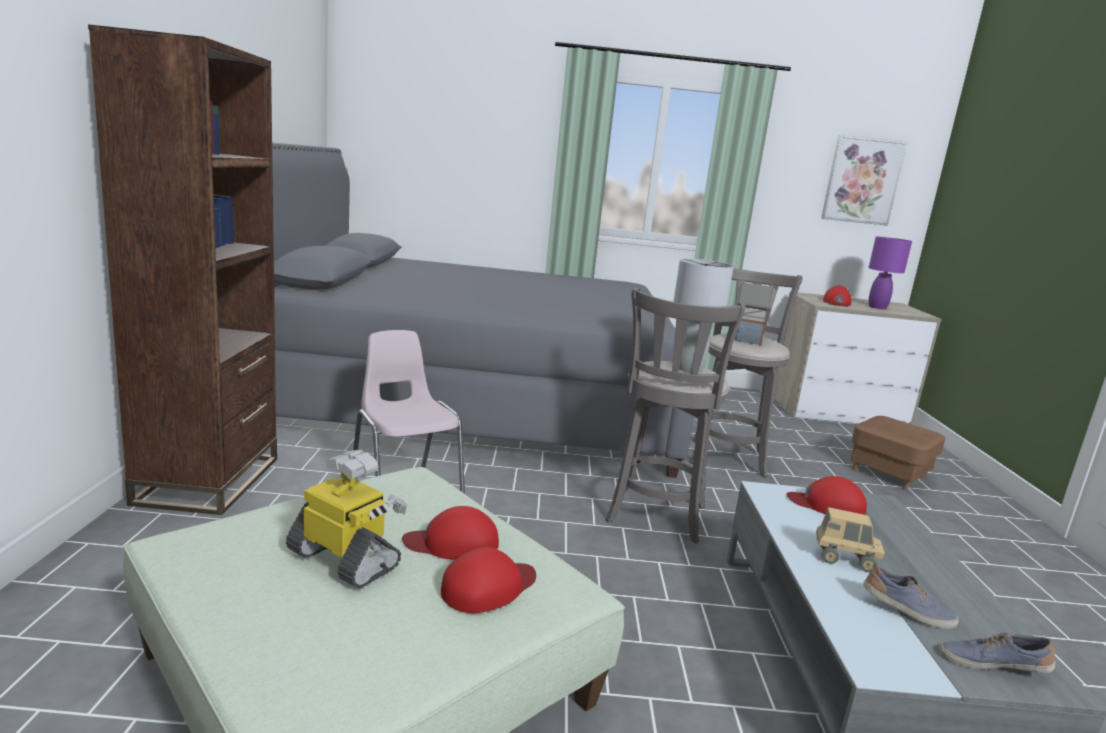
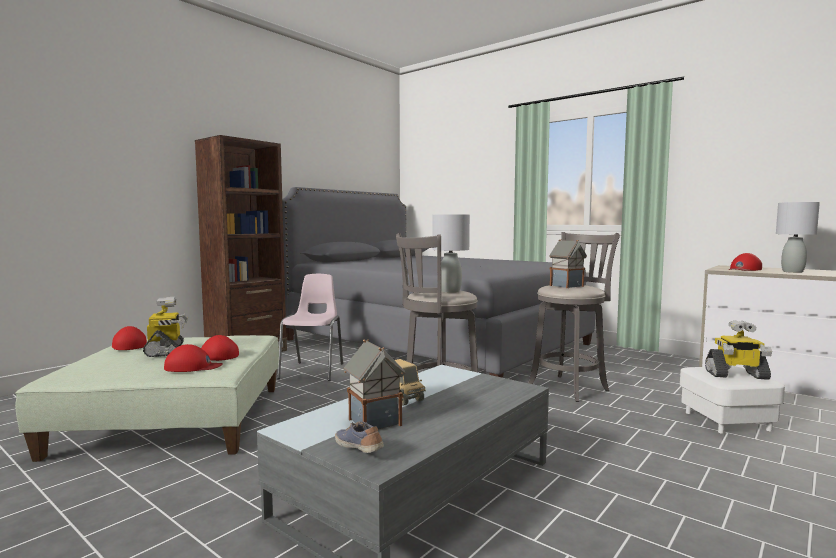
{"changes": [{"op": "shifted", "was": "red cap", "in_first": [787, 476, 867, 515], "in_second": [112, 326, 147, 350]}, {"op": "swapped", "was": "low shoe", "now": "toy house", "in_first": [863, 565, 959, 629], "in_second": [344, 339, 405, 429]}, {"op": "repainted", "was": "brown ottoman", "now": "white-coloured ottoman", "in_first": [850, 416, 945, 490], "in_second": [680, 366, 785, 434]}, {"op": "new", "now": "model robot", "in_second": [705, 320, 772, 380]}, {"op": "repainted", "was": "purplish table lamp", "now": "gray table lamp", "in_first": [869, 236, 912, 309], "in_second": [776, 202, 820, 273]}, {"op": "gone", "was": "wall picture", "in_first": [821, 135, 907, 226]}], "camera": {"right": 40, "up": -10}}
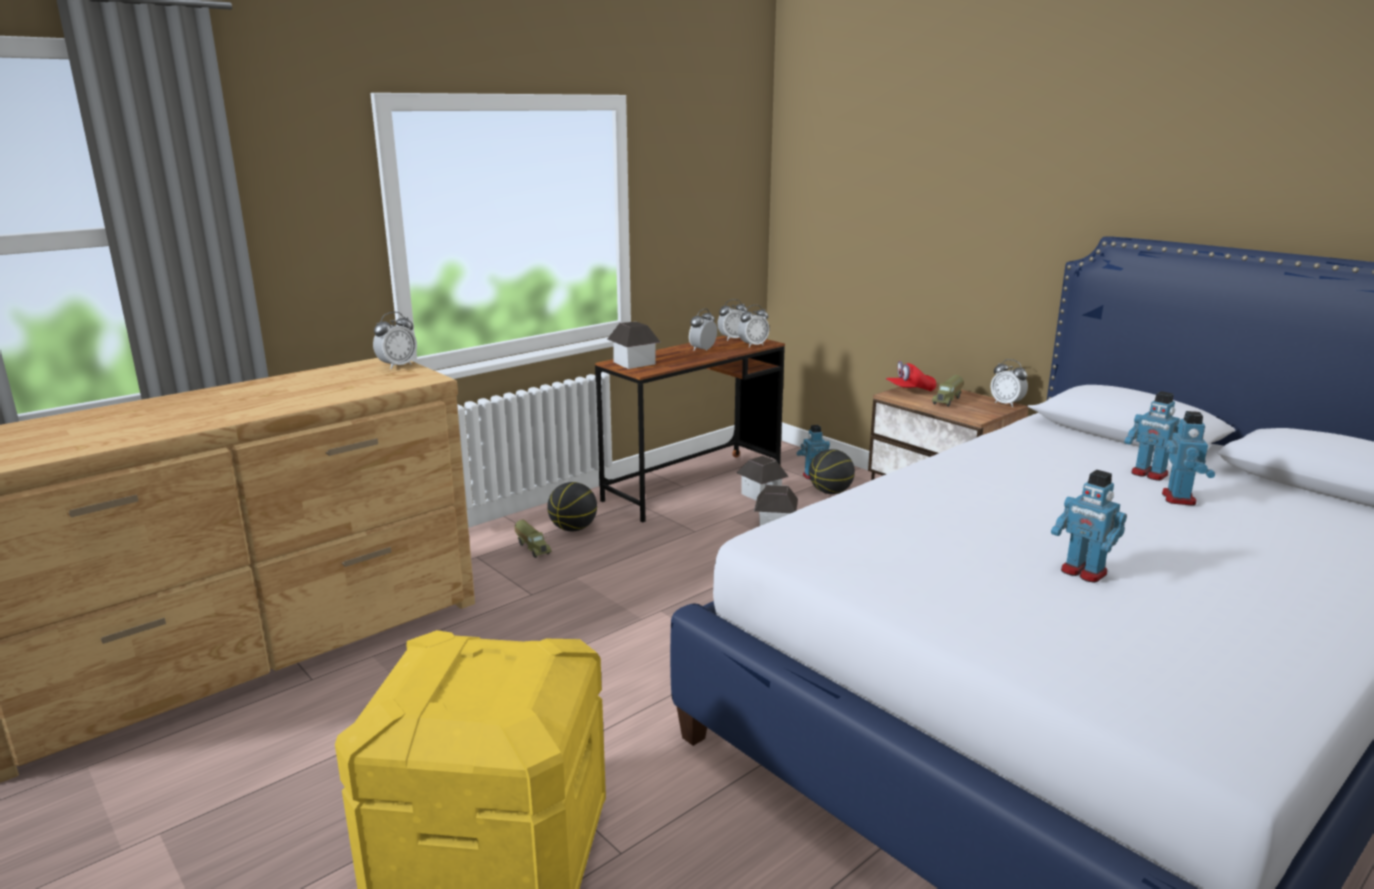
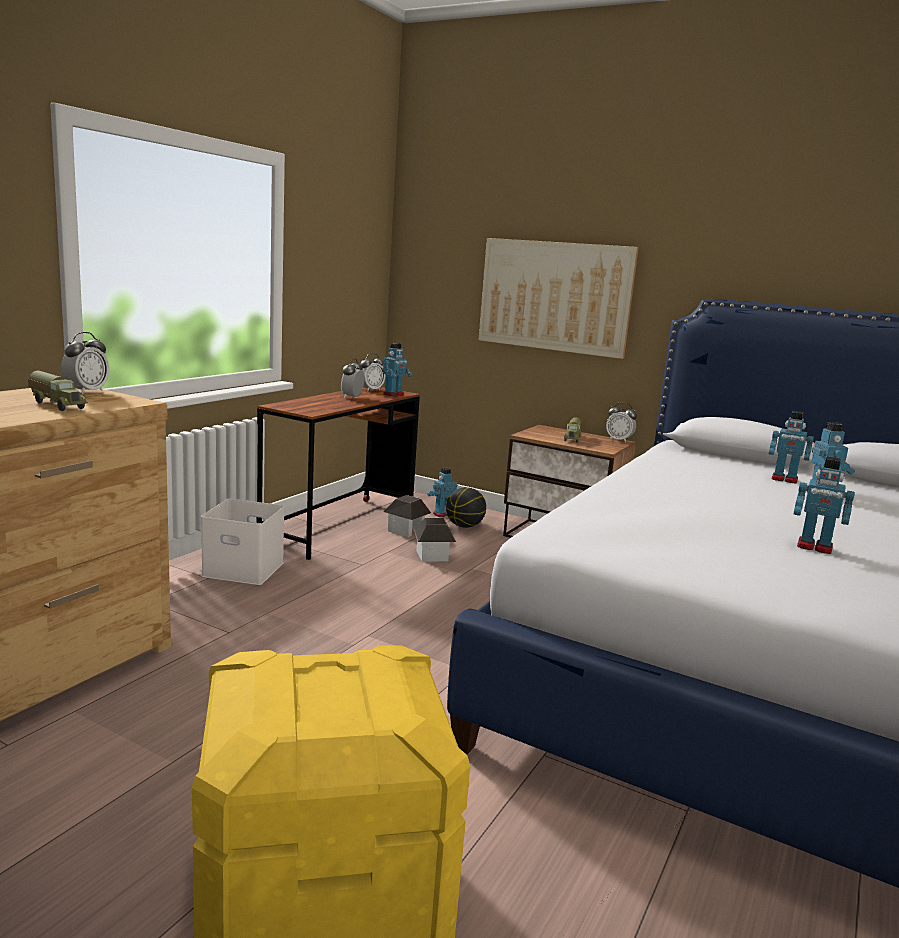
{"changes": [{"op": "shifted", "was": "model truck", "in_first": [515, 520, 552, 558], "in_second": [28, 371, 88, 411]}, {"op": "swapped", "was": "basketball ball", "now": "white-coloured storage bin", "in_first": [547, 482, 597, 531], "in_second": [201, 499, 285, 585]}, {"op": "swapped", "was": "alarm clock", "now": "model robot", "in_first": [738, 305, 769, 348], "in_second": [383, 343, 413, 397]}, {"op": "new", "now": "wall picture", "in_second": [479, 238, 639, 359]}, {"op": "gone", "was": "toy house", "in_first": [608, 322, 661, 369]}, {"op": "gone", "was": "red cap", "in_first": [886, 361, 936, 391]}], "camera": {"right": -20, "up": -5}}
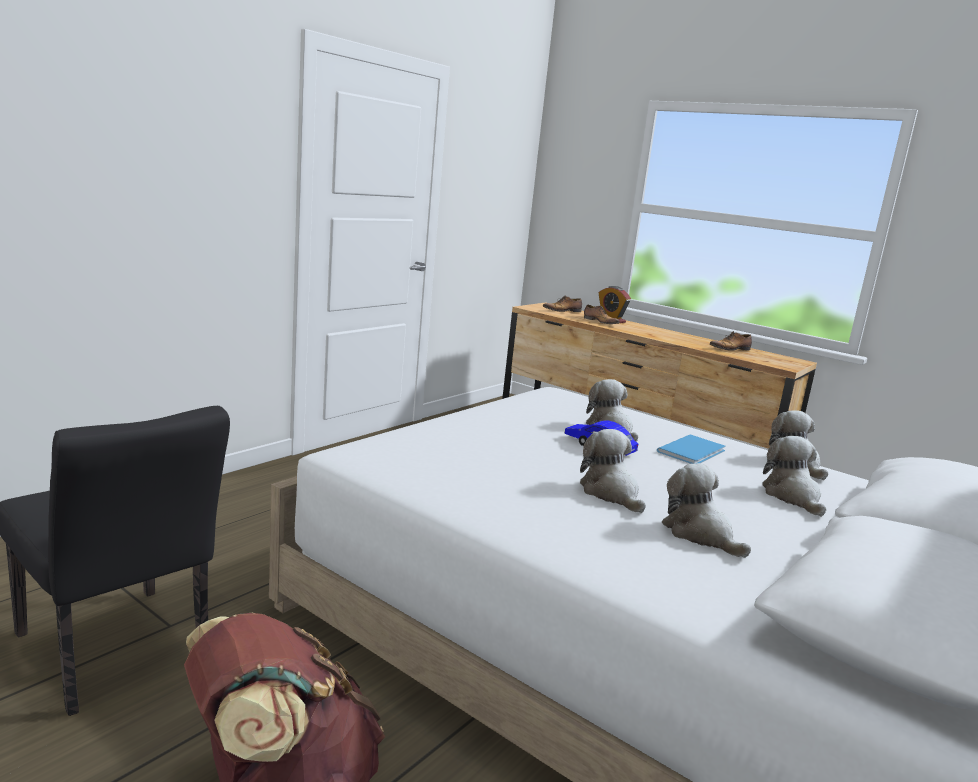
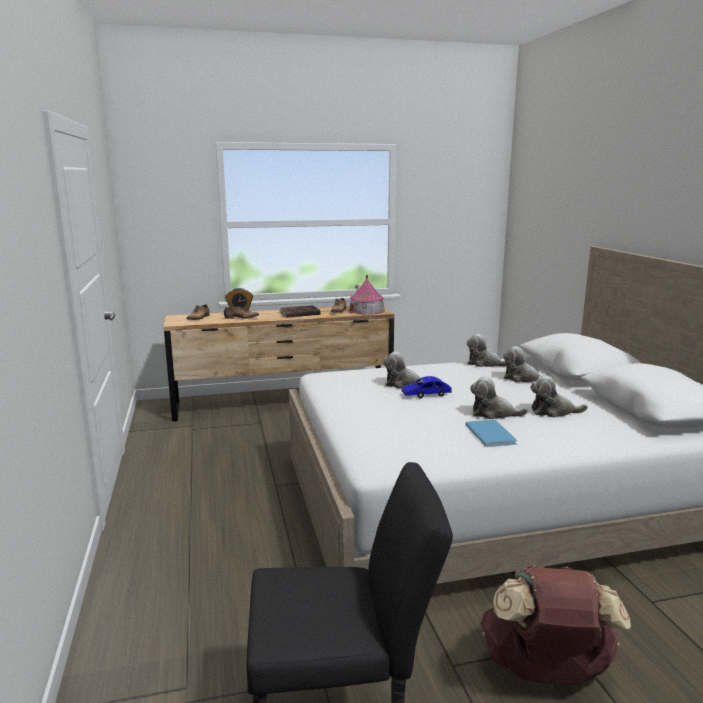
{"changes": [{"op": "new", "now": "brown volume", "in_second": [279, 305, 320, 318]}, {"op": "new", "now": "toy house", "in_second": [348, 275, 385, 315]}, {"op": "shifted", "was": "blue-coloured volume", "in_first": [657, 435, 726, 464], "in_second": [465, 420, 518, 447]}], "camera": {"right": -50, "up": 0}}
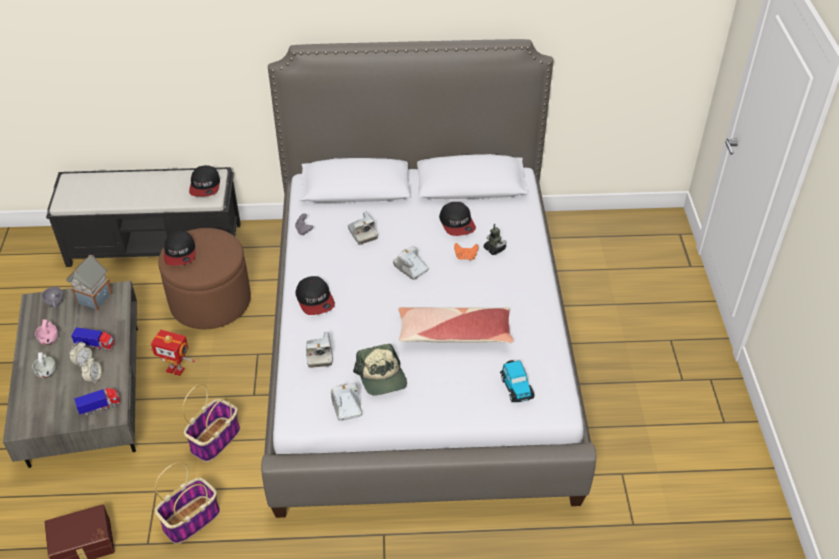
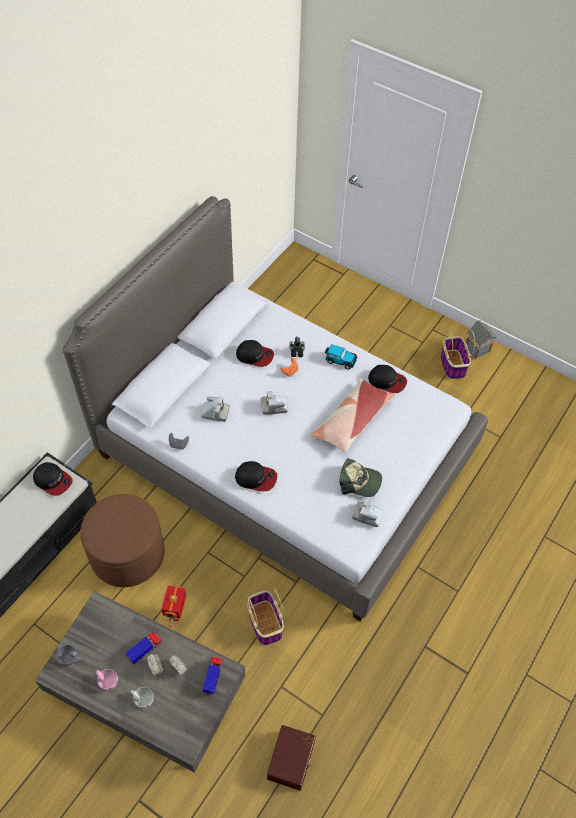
{"changes": [{"op": "rotated", "was": "model robot", "in_first": [151, 330, 195, 376], "in_second": [161, 586, 186, 628], "clockwise": 135}, {"op": "shifted", "was": "toy car", "in_first": [500, 360, 534, 402], "in_second": [325, 344, 357, 369]}, {"op": "shifted", "was": "cap", "in_first": [164, 231, 196, 266], "in_second": [368, 365, 407, 393]}, {"op": "shifted", "was": "basket", "in_first": [155, 462, 220, 544], "in_second": [440, 329, 475, 379]}, {"op": "shifted", "was": "toy house", "in_first": [66, 255, 113, 310], "in_second": [466, 320, 497, 359]}, {"op": "gone", "was": "photo camera", "in_first": [306, 332, 332, 368]}], "camera": {"right": -55, "up": 10}}
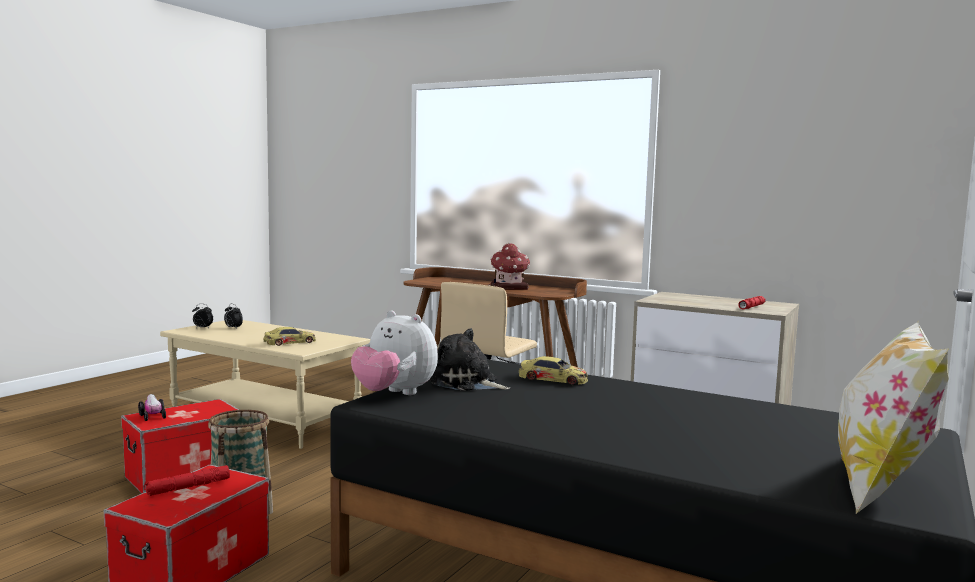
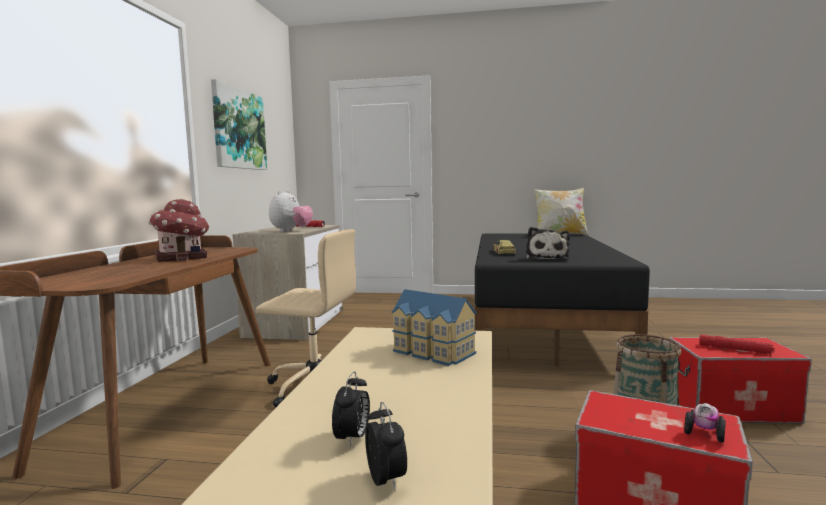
{"changes": [{"op": "new", "now": "wall picture", "in_second": [211, 79, 267, 170]}, {"op": "shifted", "was": "soft toy", "in_first": [351, 311, 438, 395], "in_second": [269, 191, 313, 232]}, {"op": "swapped", "was": "toy car", "now": "toy house", "in_first": [264, 327, 316, 346], "in_second": [392, 289, 476, 366]}], "camera": {"right": -110, "up": 0}}
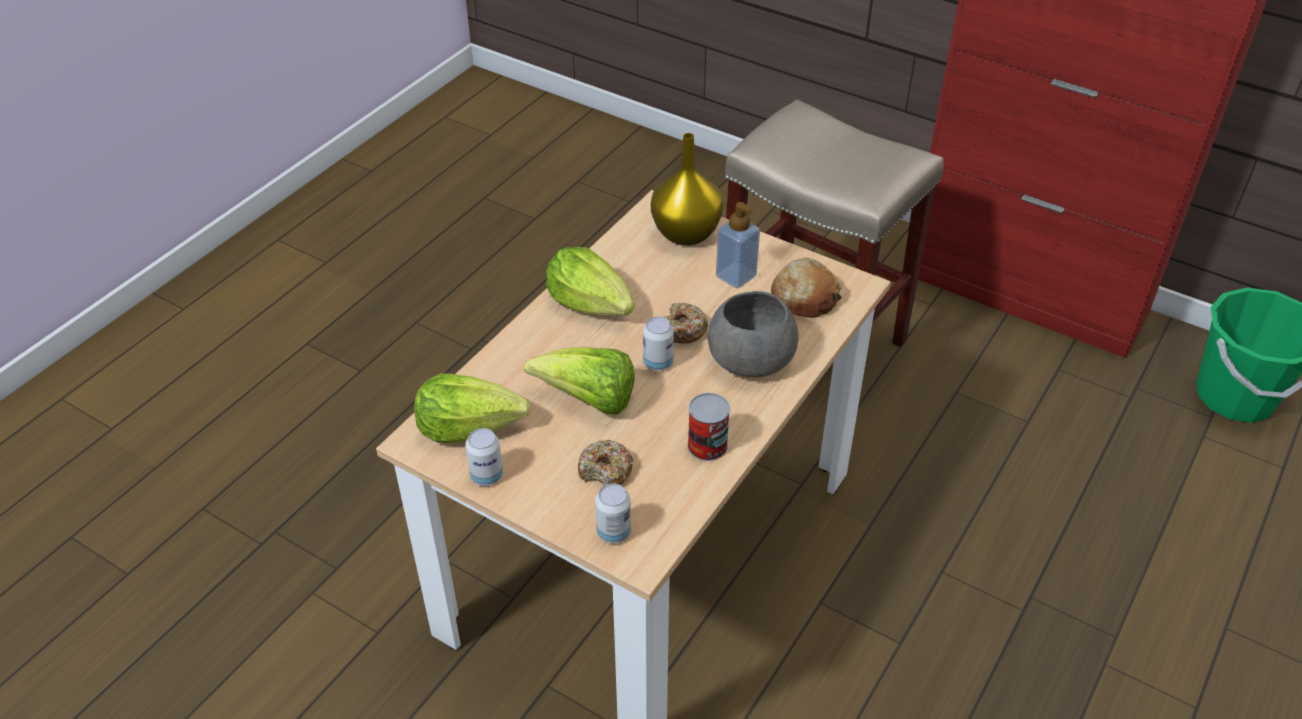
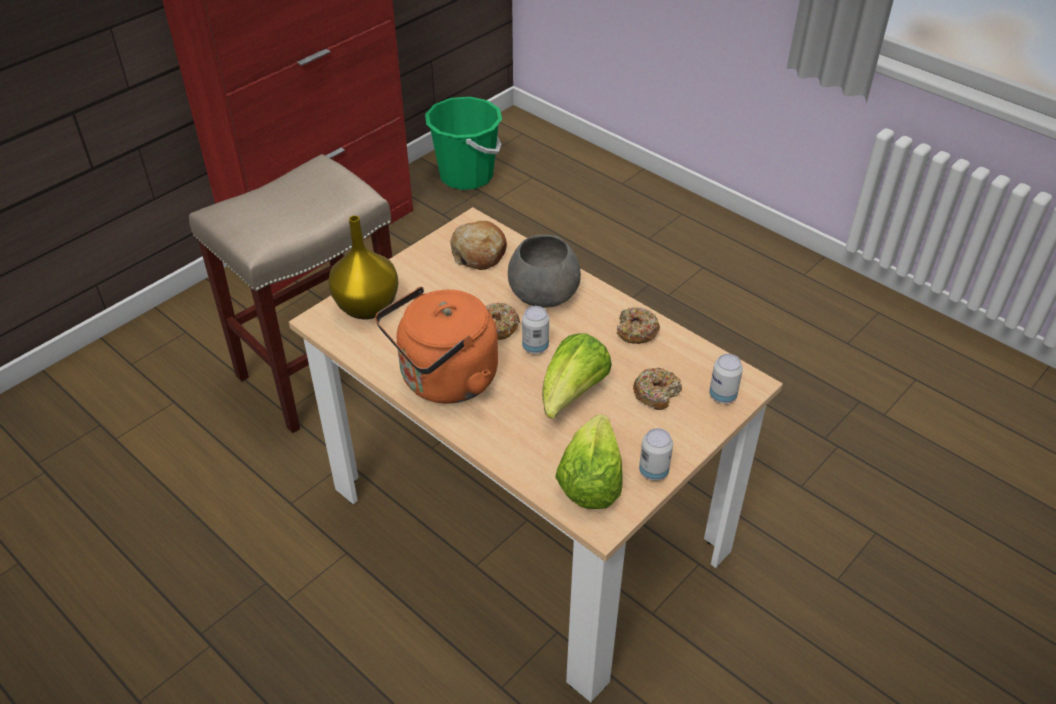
{"changes": [{"op": "swapped", "was": "head of lettuce", "now": "orangey kettle", "in_first": [546, 247, 635, 315], "in_second": [375, 287, 498, 403]}, {"op": "swapped", "was": "metal can", "now": "doughnut", "in_first": [688, 393, 730, 461], "in_second": [617, 307, 660, 344]}, {"op": "gone", "was": "liquid soap bottle", "in_first": [716, 202, 760, 289]}], "camera": {"right": -80, "up": 0}}
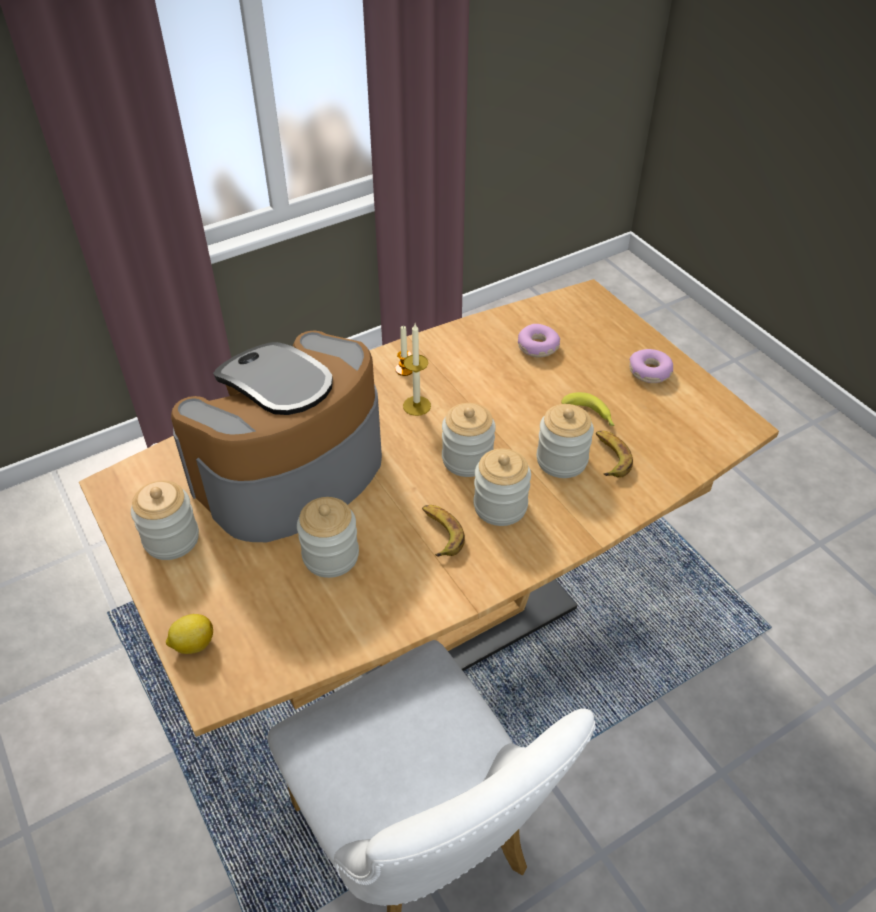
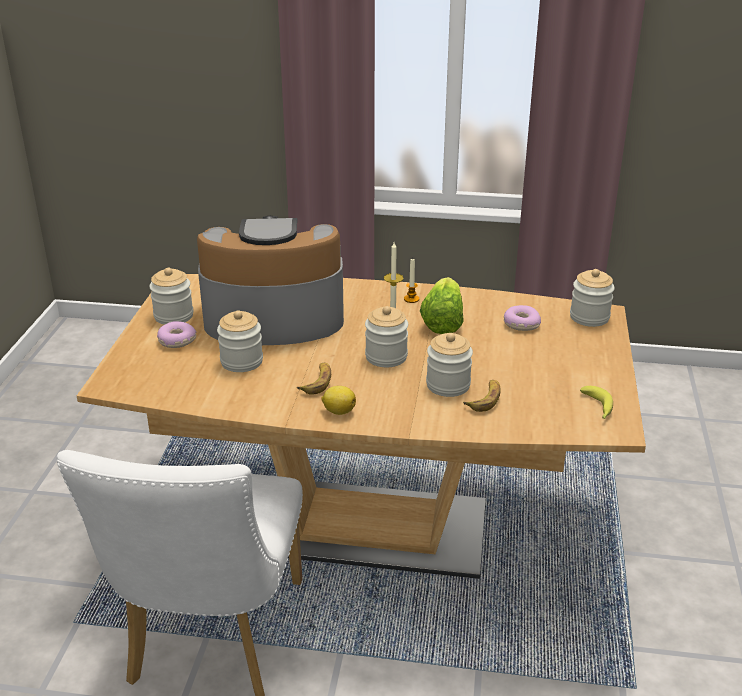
{"changes": [{"op": "shifted", "was": "doughnut", "in_first": [629, 349, 673, 383], "in_second": [157, 321, 196, 348]}, {"op": "shifted", "was": "citrus fruit", "in_first": [166, 614, 213, 654], "in_second": [321, 386, 356, 415]}, {"op": "new", "now": "head of lettuce", "in_second": [420, 277, 464, 334]}, {"op": "shifted", "was": "storage jar", "in_first": [474, 449, 531, 526], "in_second": [570, 269, 615, 327]}, {"op": "shifted", "was": "whole banana", "in_first": [561, 392, 615, 426], "in_second": [580, 386, 613, 419]}], "camera": {"right": 40, "up": -15}}
